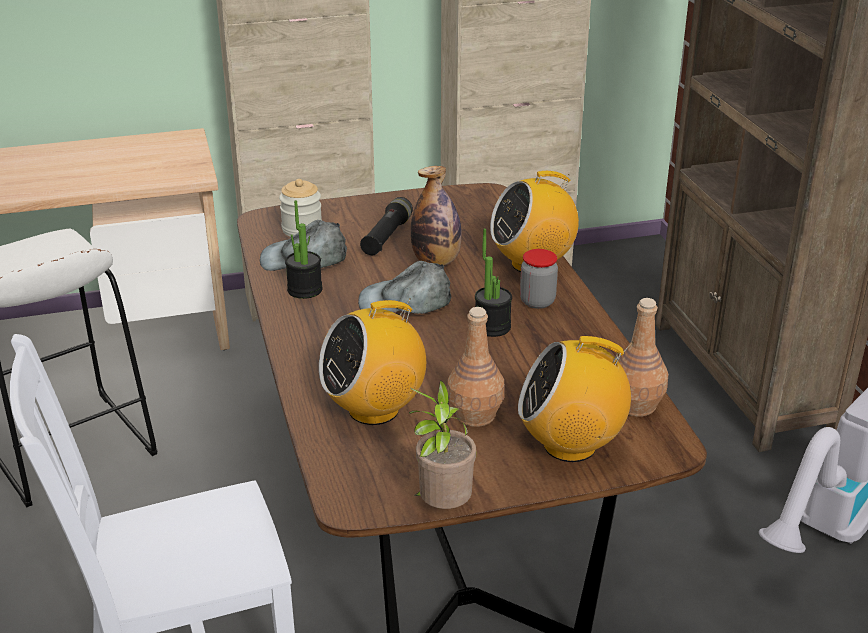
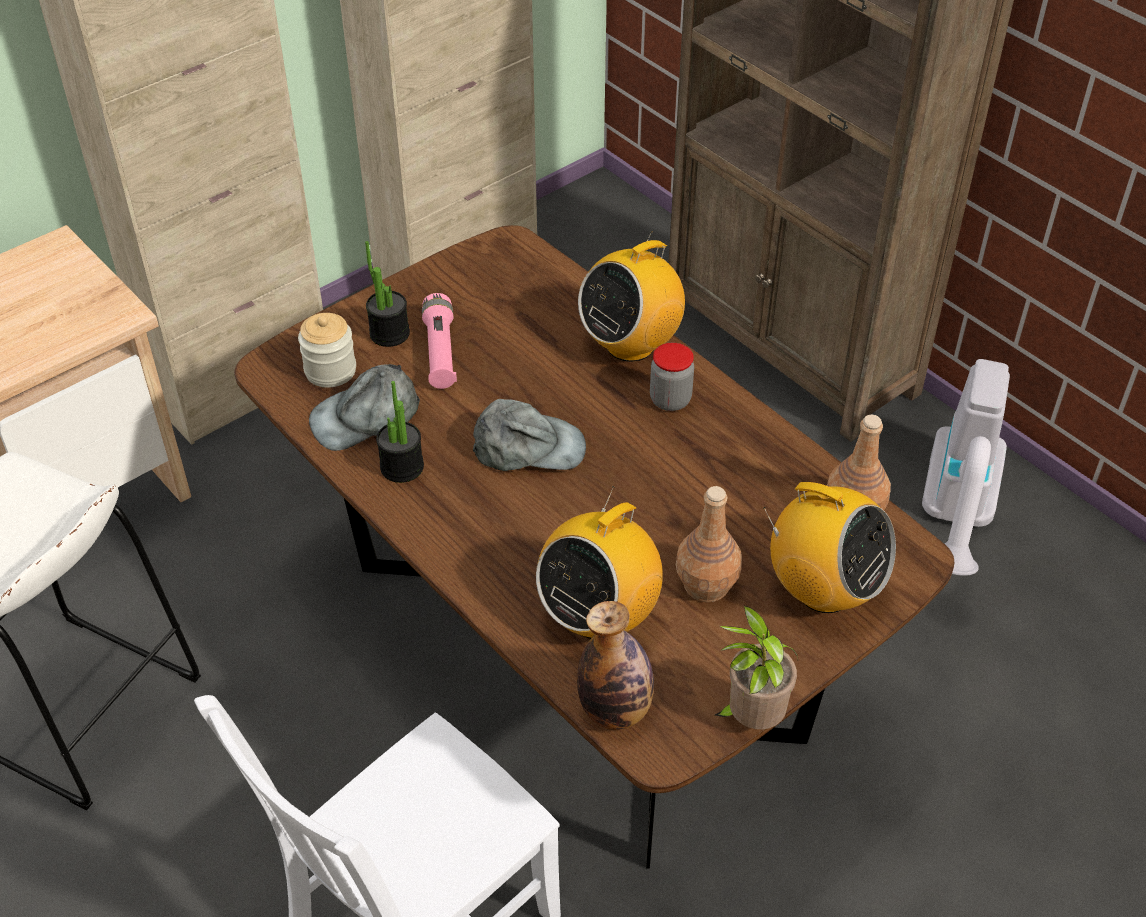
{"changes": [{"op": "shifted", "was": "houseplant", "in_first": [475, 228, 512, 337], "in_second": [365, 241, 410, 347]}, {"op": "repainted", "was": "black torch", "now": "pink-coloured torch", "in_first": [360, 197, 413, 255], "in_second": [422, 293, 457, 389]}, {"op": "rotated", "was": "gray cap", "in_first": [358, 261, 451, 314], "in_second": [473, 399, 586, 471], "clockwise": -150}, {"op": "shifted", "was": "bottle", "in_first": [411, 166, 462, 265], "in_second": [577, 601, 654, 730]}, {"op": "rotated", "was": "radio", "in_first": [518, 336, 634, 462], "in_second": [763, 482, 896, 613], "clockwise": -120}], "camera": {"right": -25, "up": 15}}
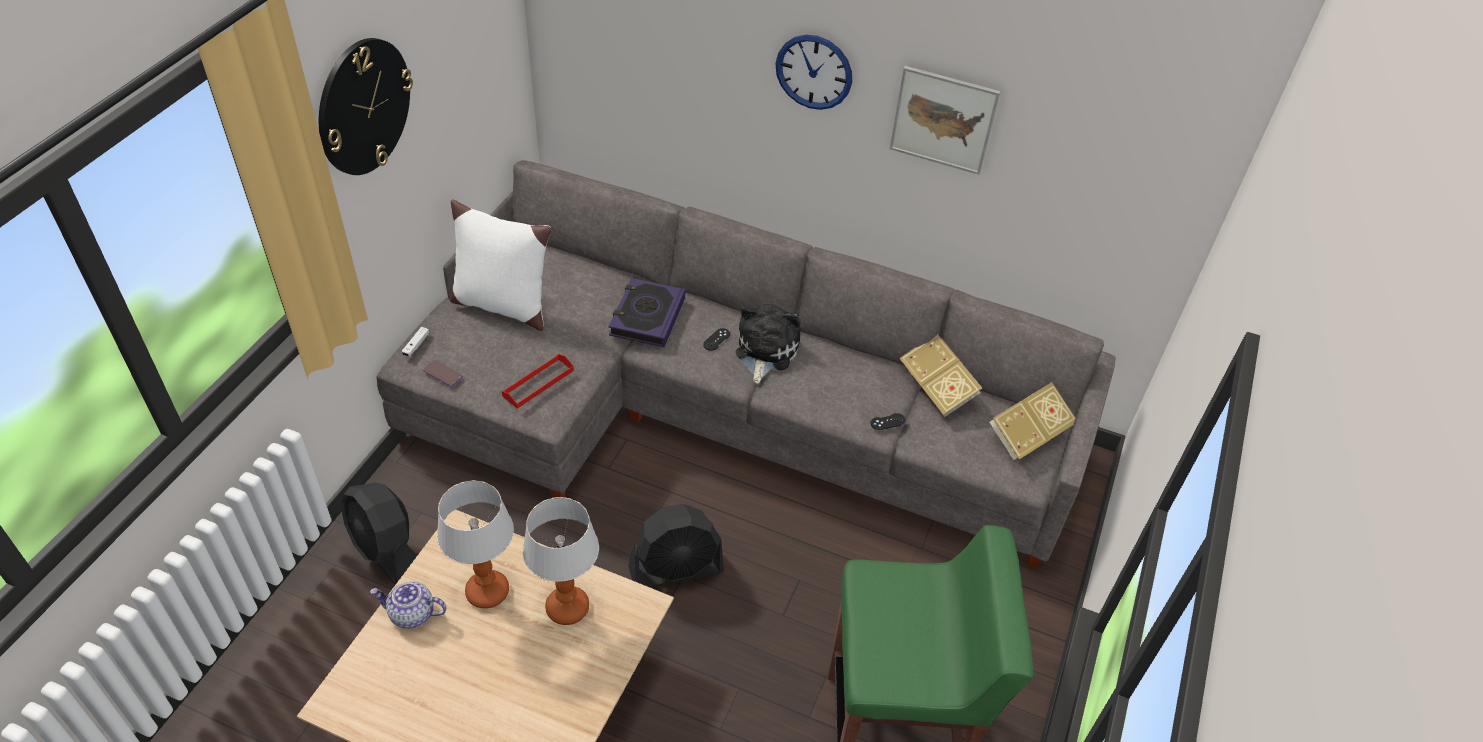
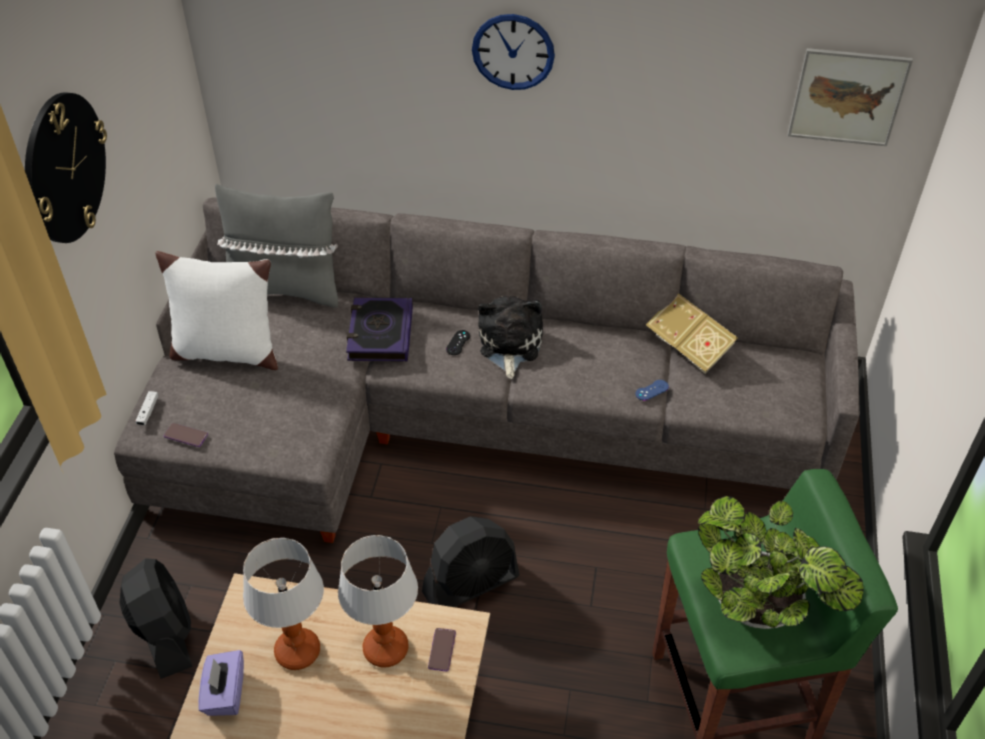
{"changes": [{"op": "rotated", "was": "black cooling fan", "in_first": [341, 483, 418, 585], "in_second": [119, 558, 193, 679], "clockwise": -150}, {"op": "swapped", "was": "tea pot", "now": "purplish tissue holder", "in_first": [370, 582, 447, 629], "in_second": [198, 650, 244, 716]}, {"op": "new", "now": "gray cushion", "in_second": [215, 184, 338, 308]}, {"op": "new", "now": "handset", "in_second": [428, 628, 456, 672]}, {"op": "repainted", "was": "black joypad", "now": "blue-coloured joypad", "in_first": [871, 413, 906, 430], "in_second": [635, 380, 669, 401]}, {"op": "new", "now": "houseplant", "in_second": [698, 496, 864, 629]}, {"op": "shifted", "was": "wall picture", "in_first": [890, 66, 1001, 175], "in_second": [788, 48, 913, 146]}, {"op": "gone", "was": "red tray", "in_first": [502, 354, 574, 409]}, {"op": "gone", "was": "volume", "in_first": [989, 382, 1075, 460]}], "camera": {"right": -10, "up": 0}}
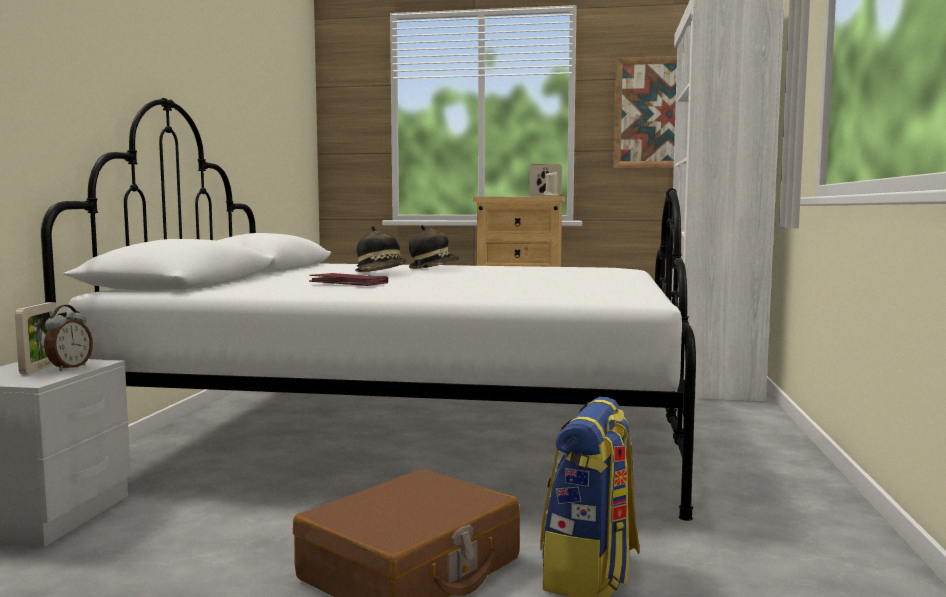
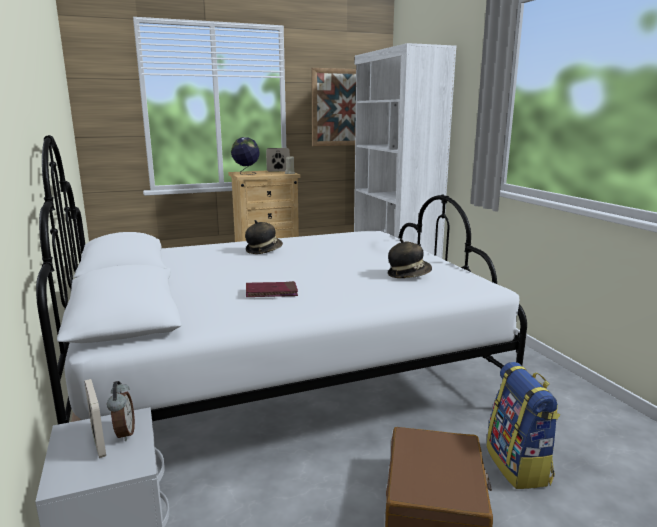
{"changes": [{"op": "new", "now": "globe", "in_second": [231, 137, 260, 175]}, {"op": "shifted", "was": "hat", "in_first": [355, 226, 407, 272], "in_second": [388, 238, 432, 278]}], "camera": {"right": -30, "up": 10}}
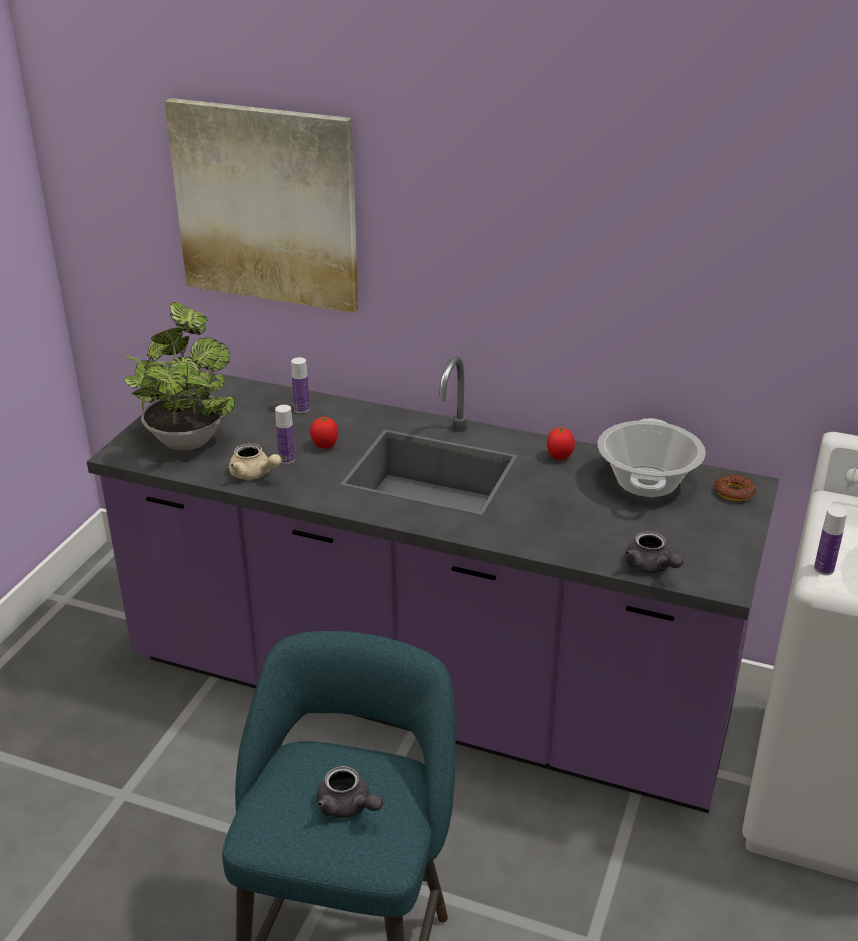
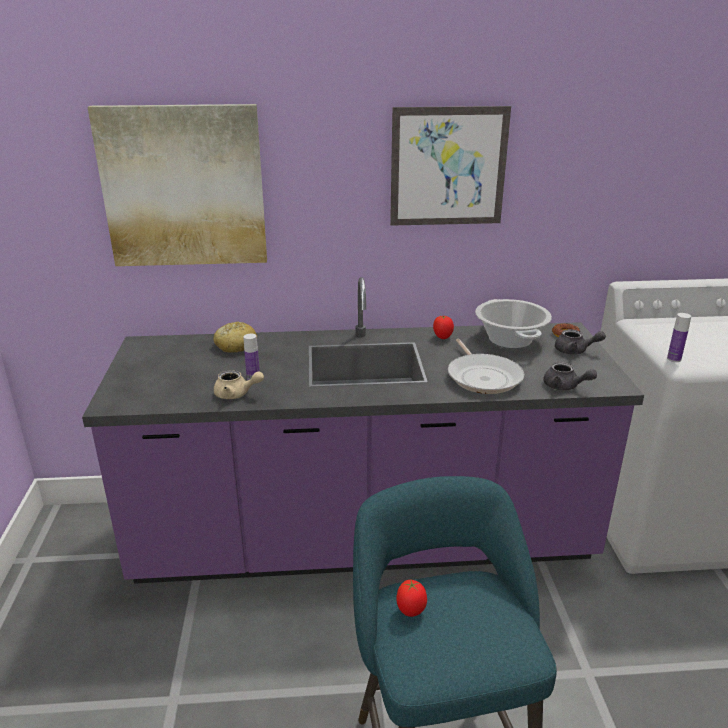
{"changes": [{"op": "swapped", "was": "bottle", "now": "baked bread", "in_first": [291, 357, 309, 413], "in_second": [213, 322, 257, 353]}, {"op": "new", "now": "wall picture", "in_second": [390, 106, 511, 226]}, {"op": "shifted", "was": "whole tomato", "in_first": [310, 417, 338, 449], "in_second": [396, 580, 427, 617]}, {"op": "new", "now": "frying pan", "in_second": [448, 339, 524, 394]}, {"op": "shifted", "was": "gray tea pot", "in_first": [317, 766, 383, 818], "in_second": [555, 329, 606, 355]}, {"op": "gone", "was": "houseplant", "in_first": [123, 302, 235, 450]}], "camera": {"right": -25, "up": -5}}
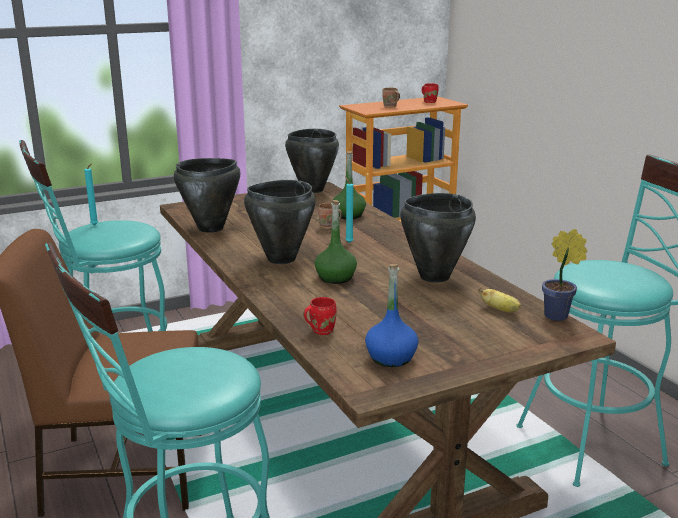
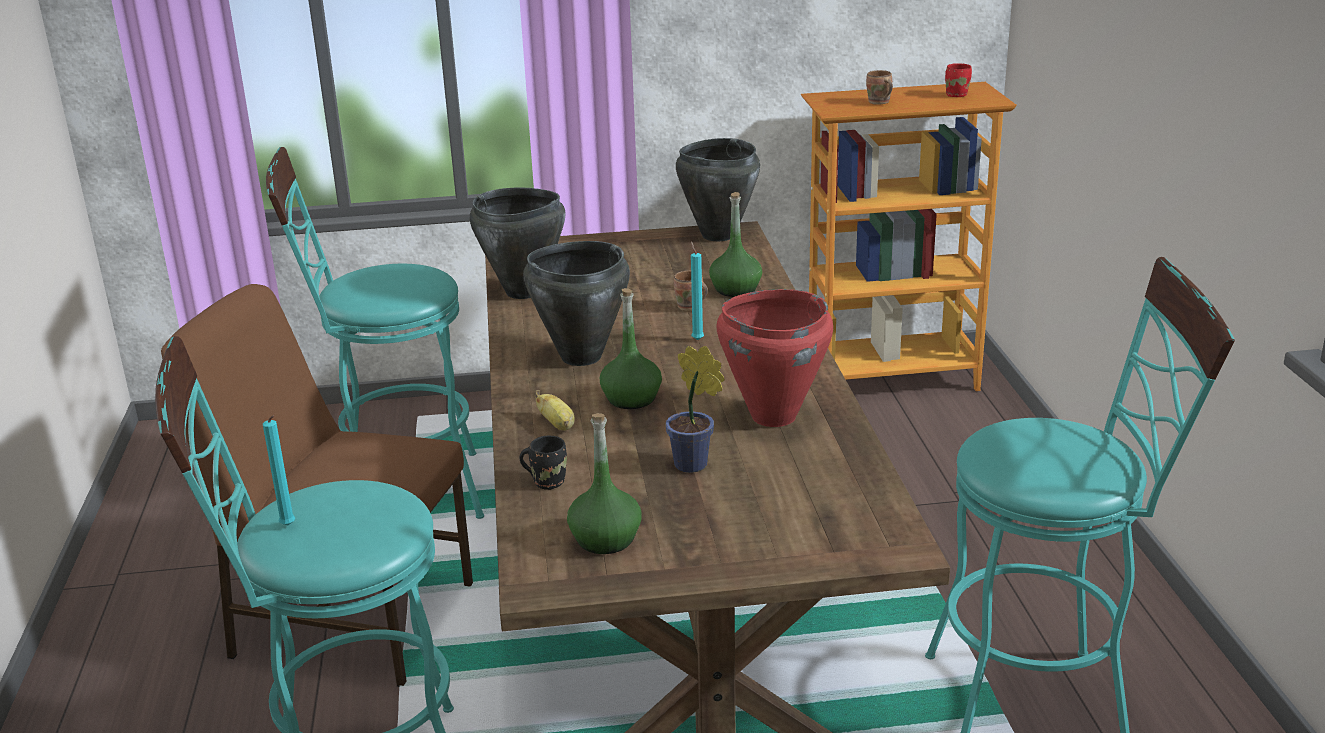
{"changes": [{"op": "shifted", "was": "turquoise candle", "in_first": [84, 164, 98, 225], "in_second": [263, 416, 295, 526]}, {"op": "repainted", "was": "red coffee mug", "now": "black coffee mug", "in_first": [303, 297, 337, 335], "in_second": [520, 436, 567, 490]}, {"op": "shifted", "was": "whole banana", "in_first": [479, 287, 522, 312], "in_second": [534, 390, 575, 431]}, {"op": "repainted", "was": "blue-coloured bottle", "now": "green-coloured bottle", "in_first": [365, 264, 418, 367], "in_second": [567, 413, 642, 554]}, {"op": "shifted", "was": "houseplant", "in_first": [542, 229, 587, 321], "in_second": [665, 346, 725, 473]}, {"op": "repainted", "was": "black saucepot", "now": "red saucepot", "in_first": [400, 193, 476, 283], "in_second": [716, 289, 833, 427]}], "camera": {"right": 20, "up": 5}}
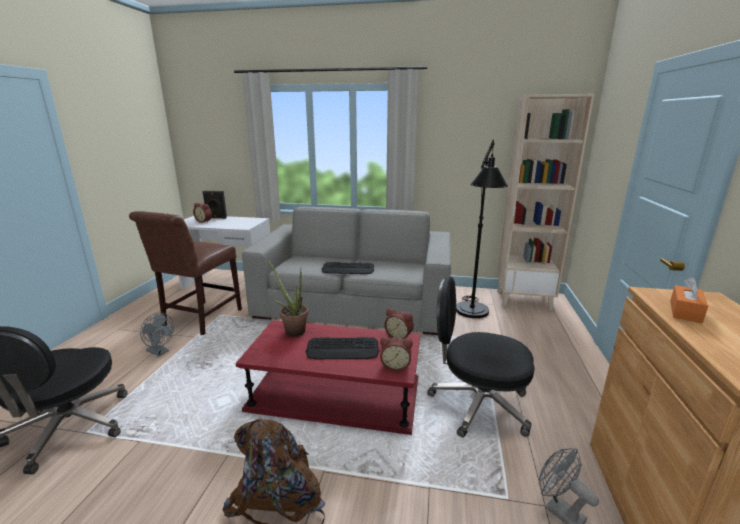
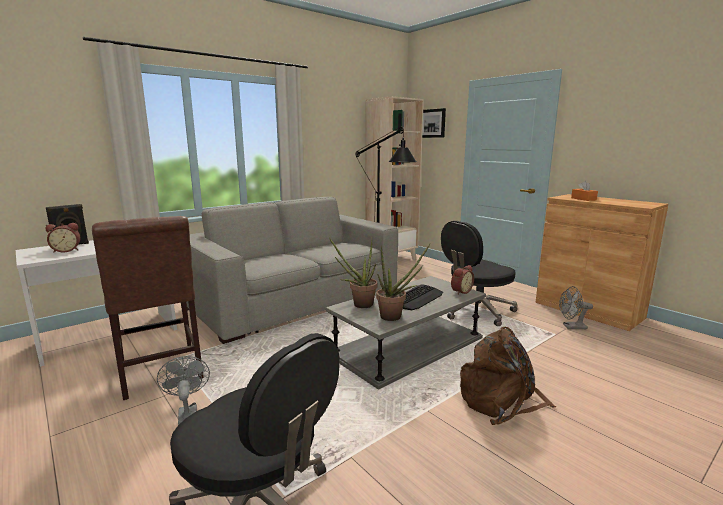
{"changes": [{"op": "rotated", "was": "gray cooling fan", "in_first": [140, 313, 174, 357], "in_second": [157, 356, 210, 425], "clockwise": -90}, {"op": "repainted", "was": "red lounge table", "now": "gray lounge table", "in_first": [236, 320, 420, 435], "in_second": [326, 276, 486, 390]}, {"op": "new", "now": "houseplant", "in_second": [376, 244, 430, 321]}, {"op": "new", "now": "wall picture", "in_second": [422, 108, 446, 138]}, {"op": "gone", "was": "keyboard", "in_first": [322, 262, 374, 274]}, {"op": "gone", "was": "alarm clock", "in_first": [384, 308, 414, 339]}], "camera": {"right": -50, "up": -5}}
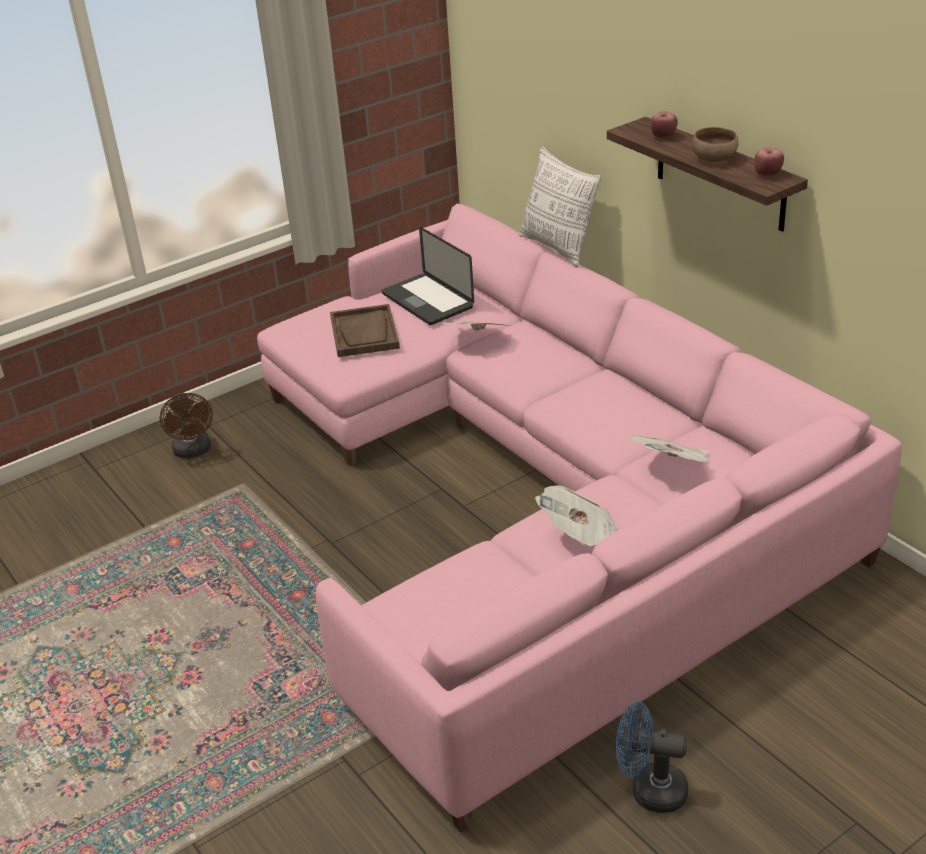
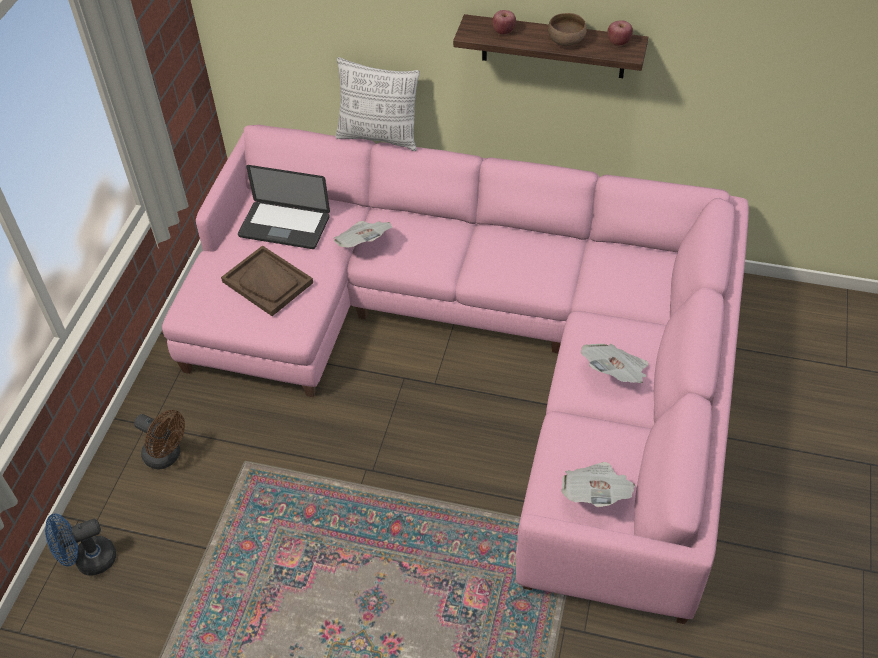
{"changes": [{"op": "shifted", "was": "blue-coloured cooling fan", "in_first": [616, 702, 688, 813], "in_second": [45, 513, 116, 575]}, {"op": "shifted", "was": "daily paper", "in_first": [630, 435, 711, 463], "in_second": [561, 462, 635, 507]}], "camera": {"right": -40, "up": 15}}
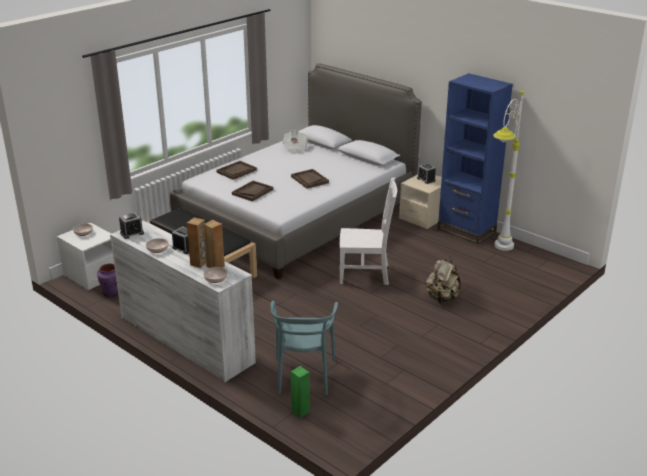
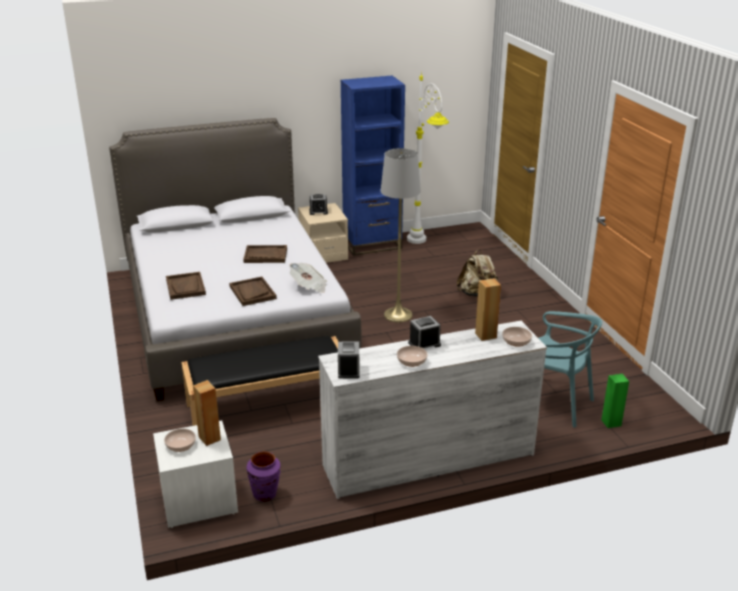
{"changes": [{"op": "shifted", "was": "brown audio speaker", "in_first": [187, 218, 206, 268], "in_second": [193, 380, 221, 446]}, {"op": "shifted", "was": "daily paper", "in_first": [283, 130, 308, 154], "in_second": [289, 263, 327, 293]}, {"op": "swapped", "was": "white-coloured plain chair", "now": "gray standing lamp", "in_first": [340, 177, 397, 285], "in_second": [381, 148, 421, 322]}], "camera": {"right": -60, "up": 0}}
